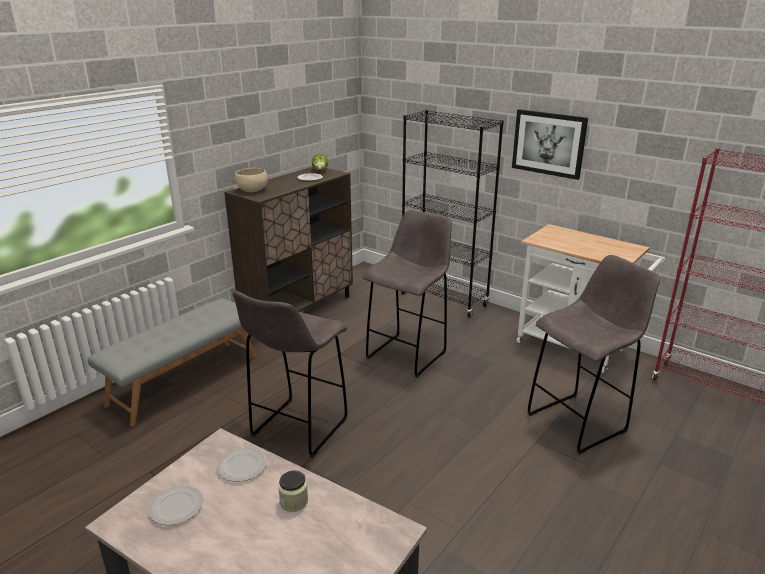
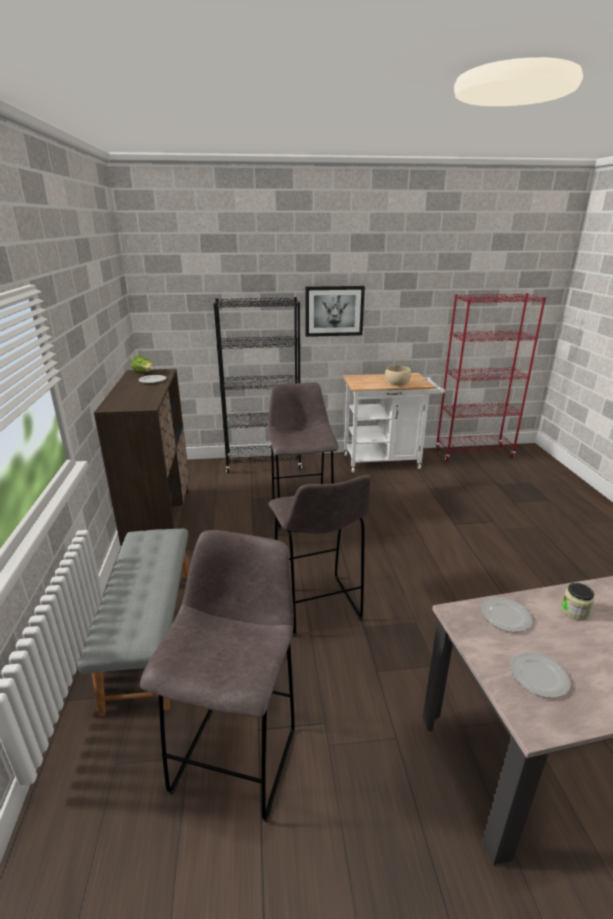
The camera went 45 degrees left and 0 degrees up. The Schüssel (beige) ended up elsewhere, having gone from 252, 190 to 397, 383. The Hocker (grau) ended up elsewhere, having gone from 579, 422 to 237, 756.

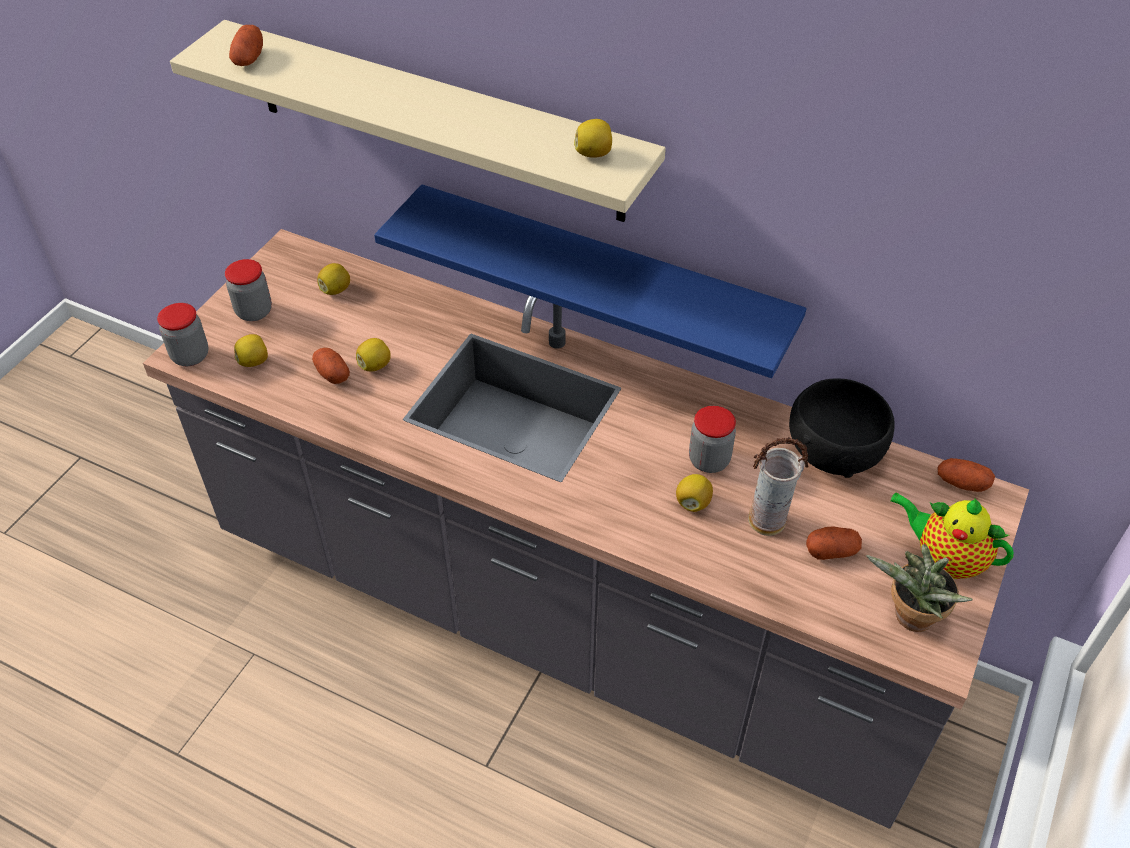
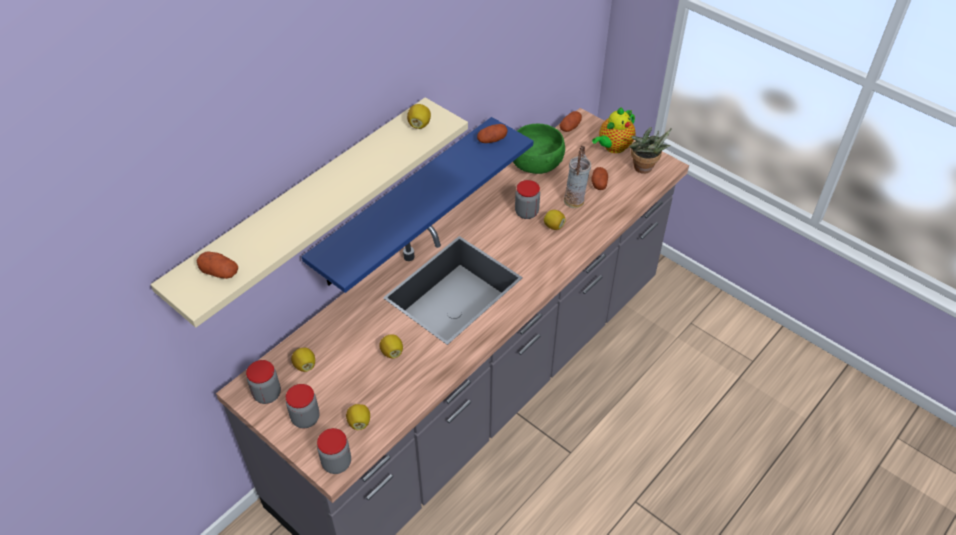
The camera went 75 degrees left and 0 degrees up. The Kartoffel ended up elsewhere, having gone from 332, 374 to 492, 140. What was the Schüssel (schwarz) at 833, 451 turned into the Schüssel (grün) at 535, 164. The second view gained the Vorratsglas at 267, 394.

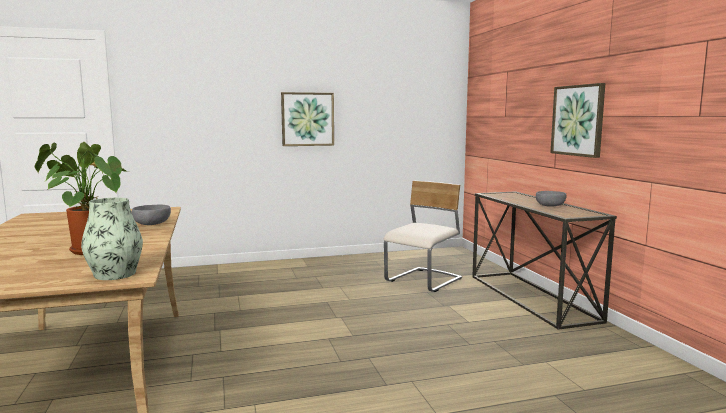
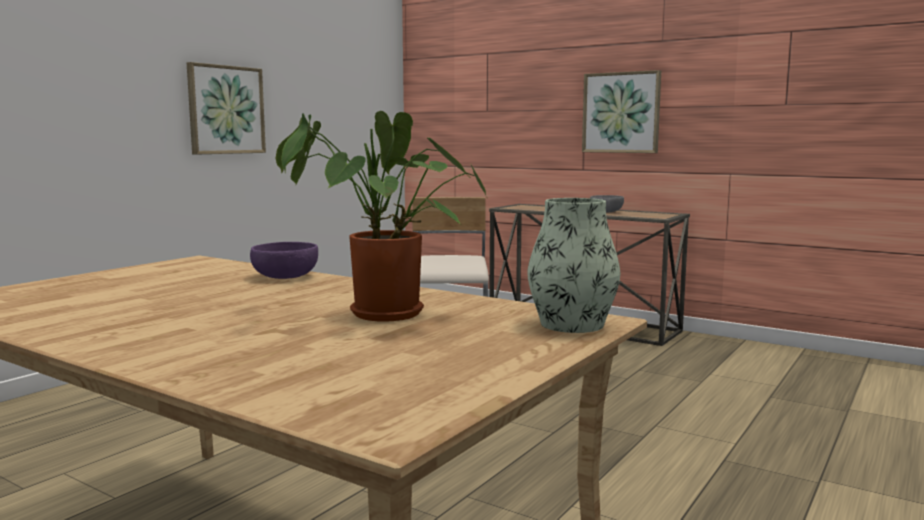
The camera went 40 degrees left and 0 degrees up. What was the Schüssel (grau) at 152, 223 turned into the Schüssel (lila) at 286, 276.

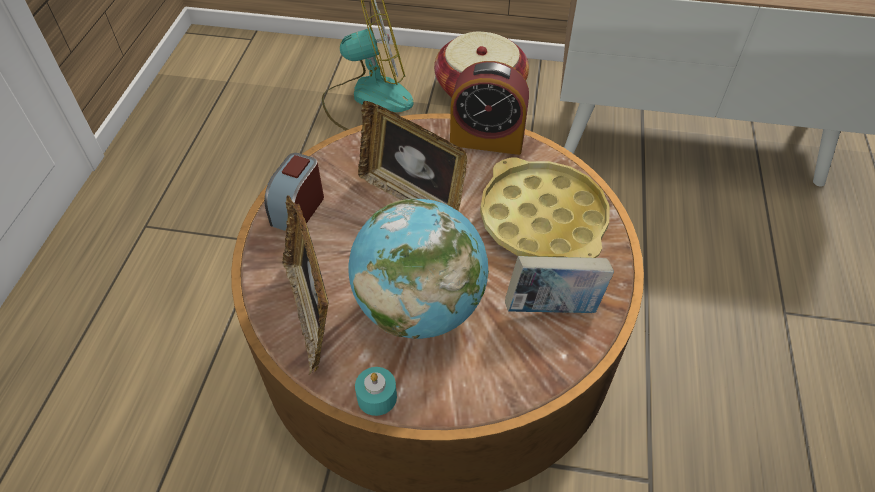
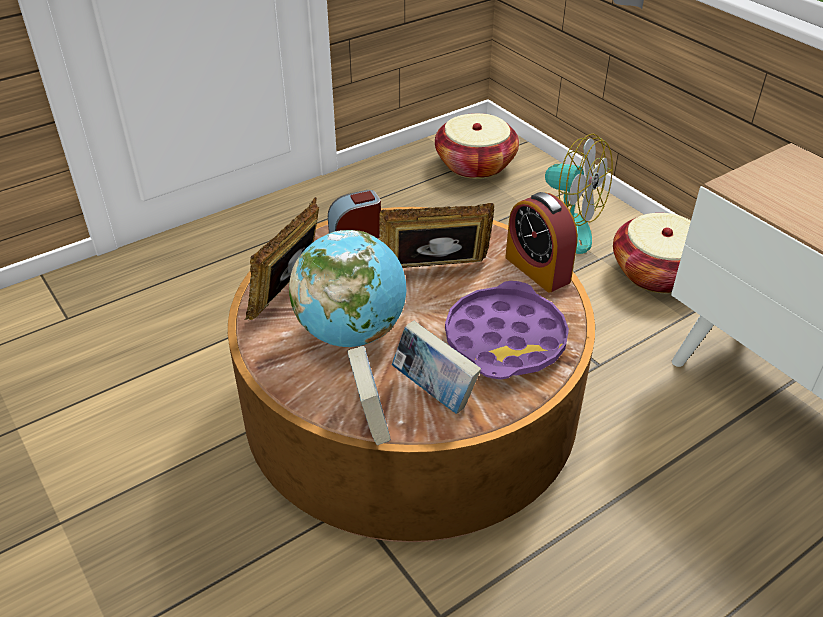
The camera went 45 degrees right and 10 degrees down. The Bilderrahmen at 412, 197 ended up facing another way, 90 degrees clockwise from before. What was the Tablett (gelb) at 542, 219 turned into the Tablett (lila) at 505, 339. The second view lost the Kerze (türkis) at 377, 397. The second view gained the Korb at 475, 164. The second view gained the Buch at 370, 418.

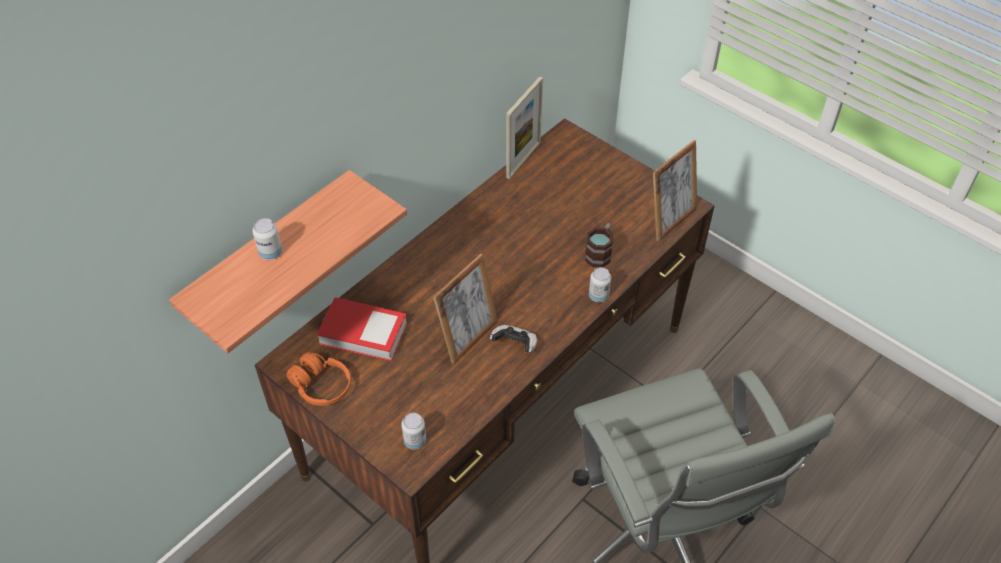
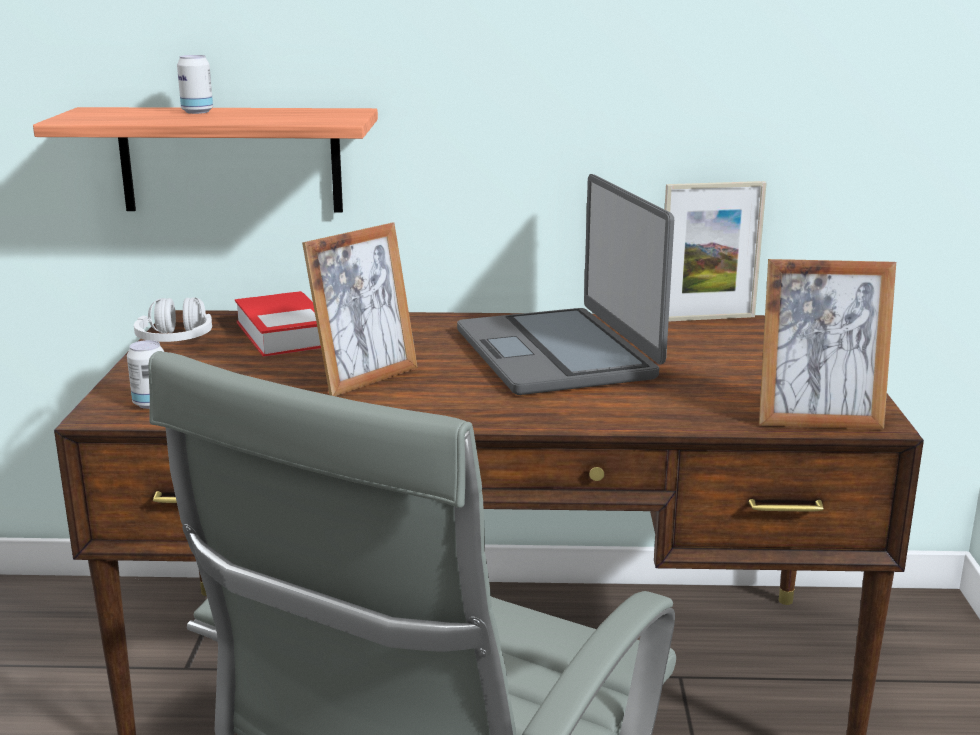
The camera went 50 degrees right and 30 degrees down. The second view lost the Henkelbecher at 600, 253. The Bilderrahmen at 468, 337 ended up facing another way, 45 degrees counterclockwise from before. The second view lost the Dose at 598, 296. The second view lost the Gamepad at 515, 344. What was the Kopfhörer (orange) at 321, 386 turned into the Kopfhörer (weiß) at 176, 340. The second view gained the Laptop at 558, 353.

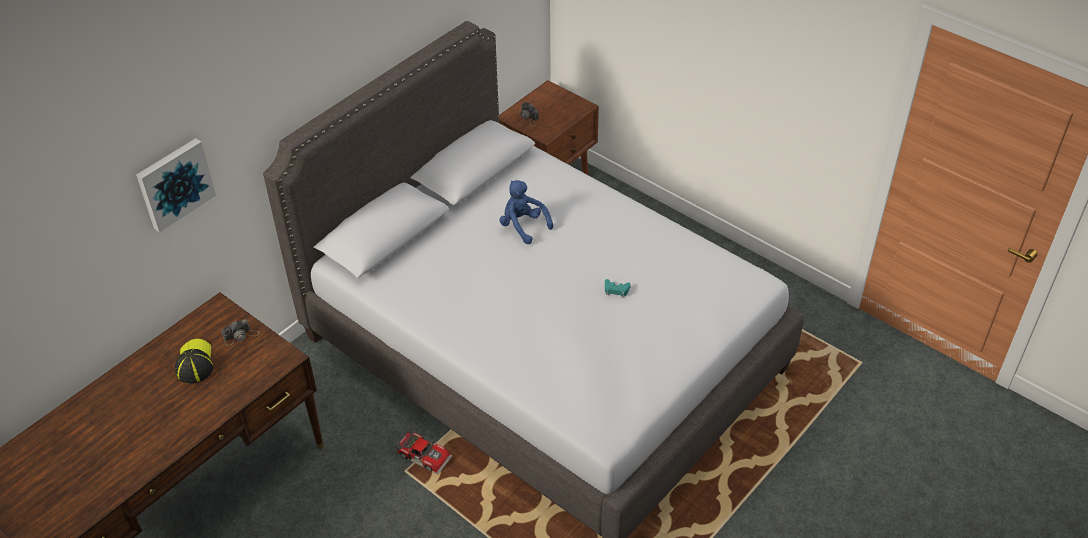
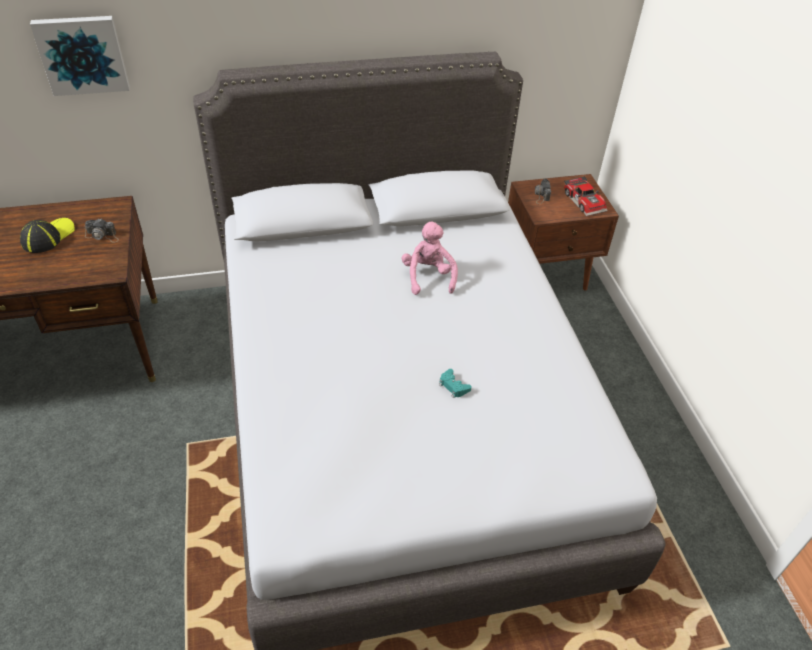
The camera went 35 degrees right and 0 degrees up. What was the Plüschtier (blau) at 523, 226 turned into the Plüschtier (rosa) at 428, 277. The Spielzeugauto ended up elsewhere, having gone from 425, 455 to 585, 201.

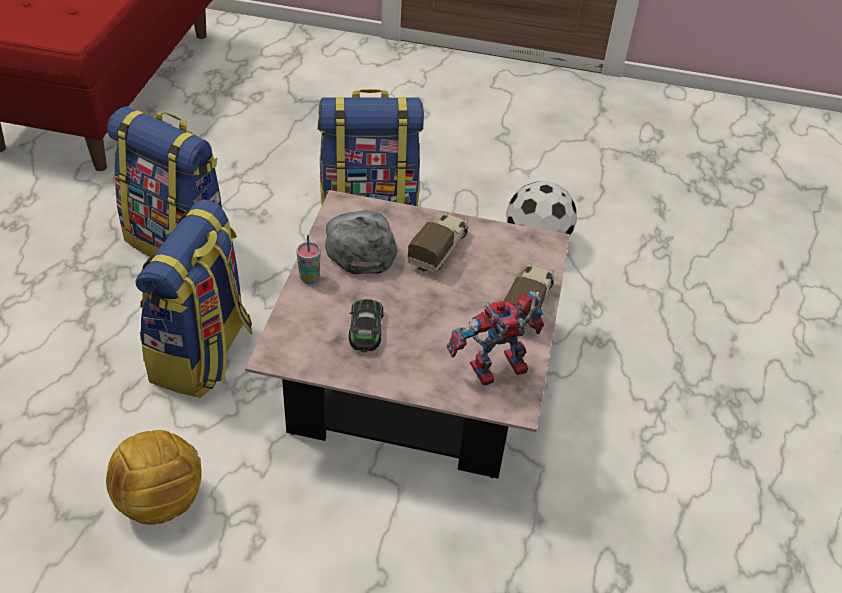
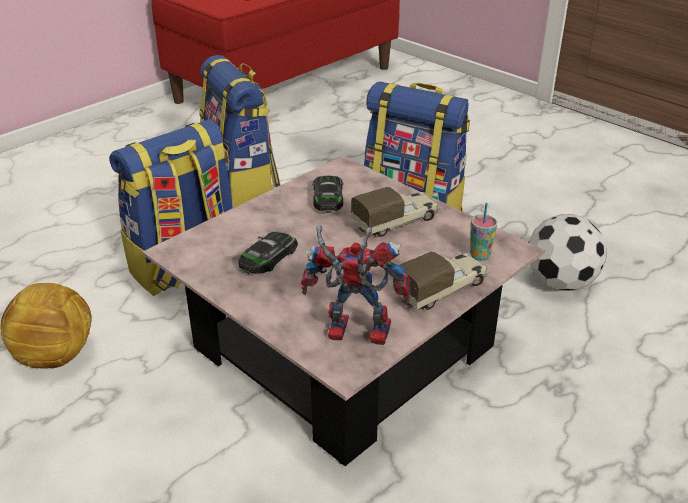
The camera went 35 degrees right and 10 degrees down. Where the Kappe (grau) stood at 360, 245, the Spielzeugauto came to stand at 328, 198. The Tasse ended up elsewhere, having gone from 309, 278 to 480, 256.

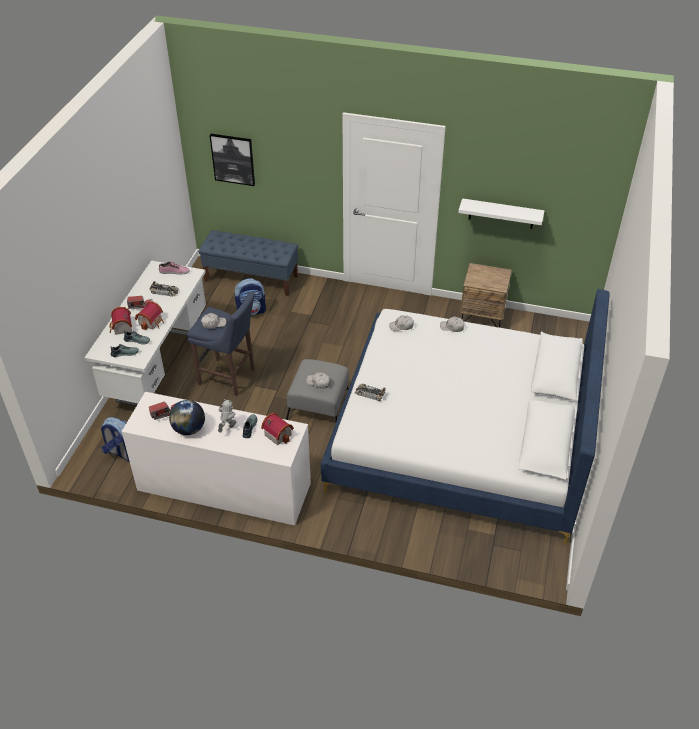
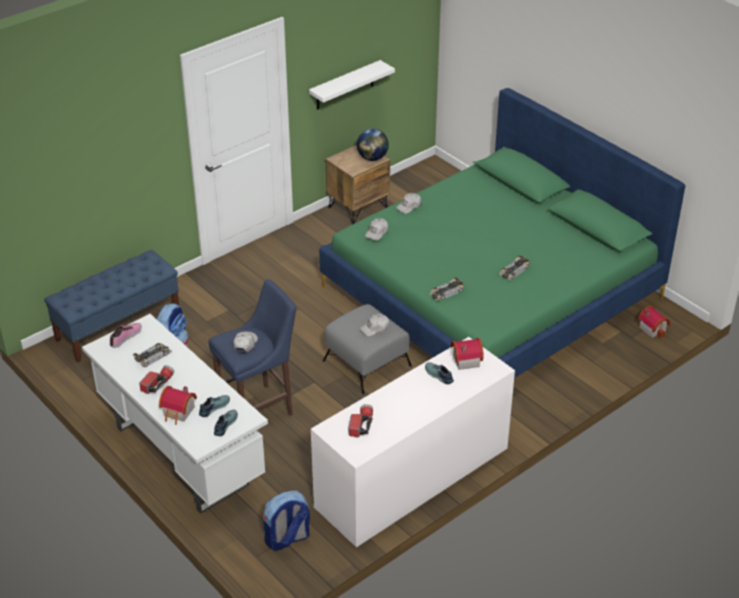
The camera went 55 degrees left and 5 degrees down. The second view lost the Bild at 233, 159. What was the Bett (weiß) at 462, 434 turned into the Bett (grün) at 492, 292. The Spielzeughaus ended up elsewhere, having gone from 152, 322 to 653, 328. The second view lost the Spielzeugroboter at 227, 428. The Globus ended up elsewhere, having gone from 189, 429 to 372, 158. The second view gained the Spielzeugauto at 513, 271.

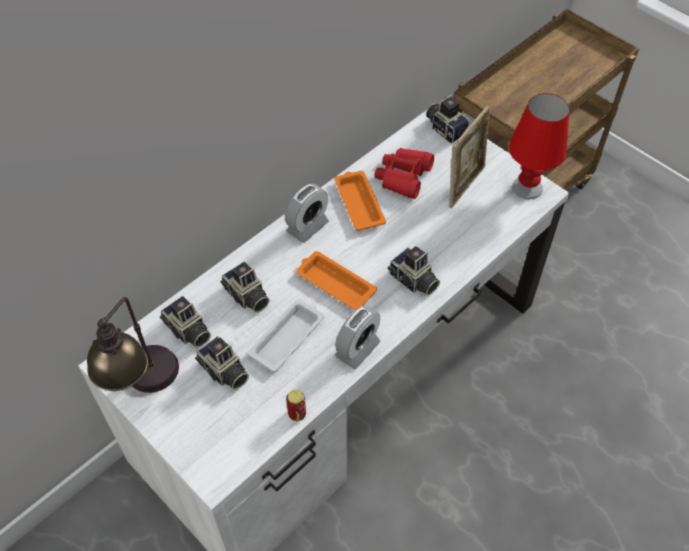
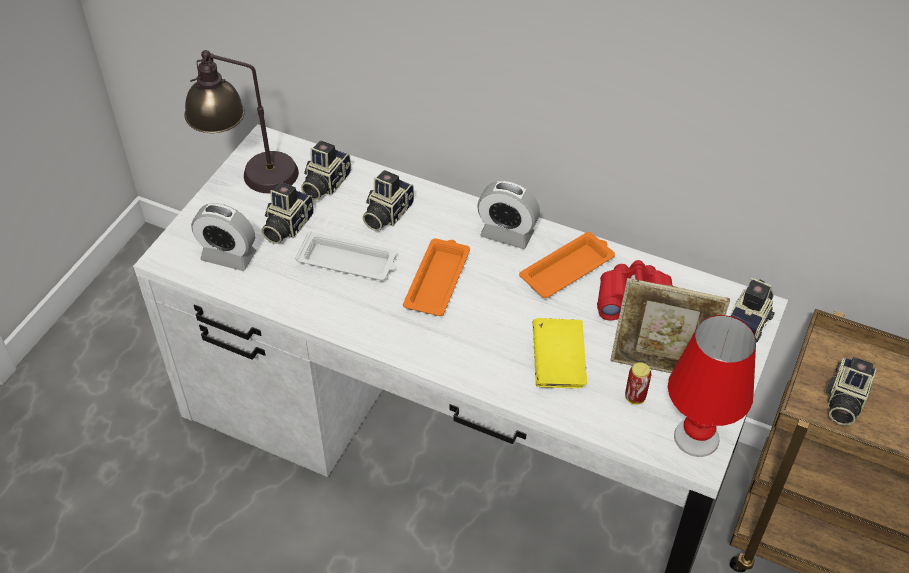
The camera went 70 degrees right and 5 degrees down. The Kamera ended up elsewhere, having gone from 413, 281 to 843, 401. The Wecker ended up elsewhere, having gone from 357, 349 to 228, 256. The Dose ended up elsewhere, having gone from 297, 414 to 635, 397. The second view gained the Buch (gelb) at 558, 364.

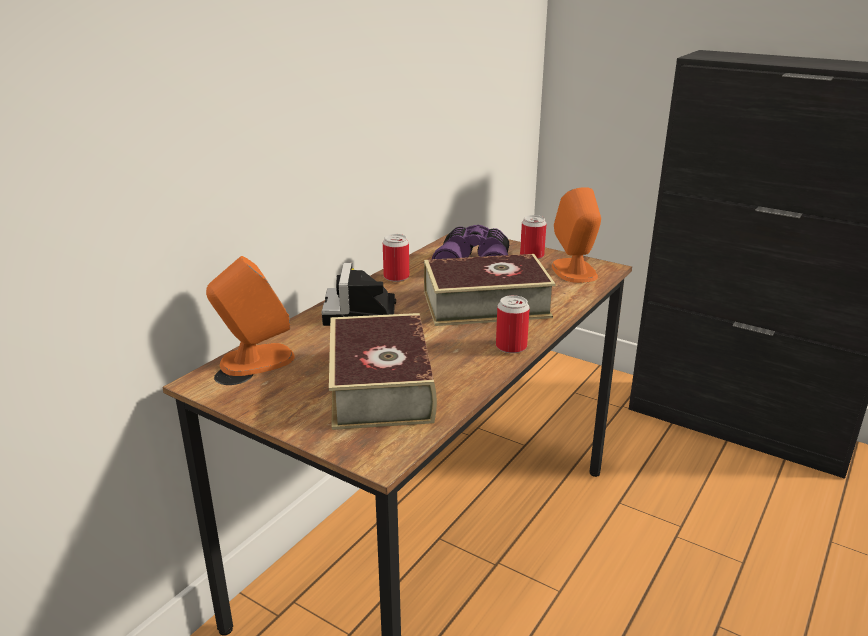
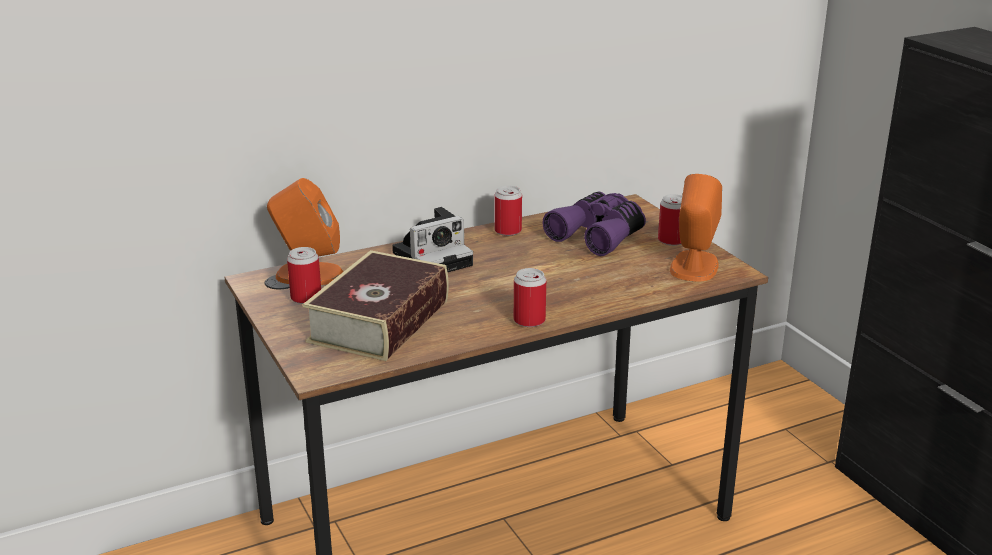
The camera went 30 degrees right and 0 degrees up. The second view lost the Buch at 486, 304. The Kamera at 360, 314 ended up facing another way, 150 degrees counterclockwise from before. The second view gained the Dose at 306, 298.

